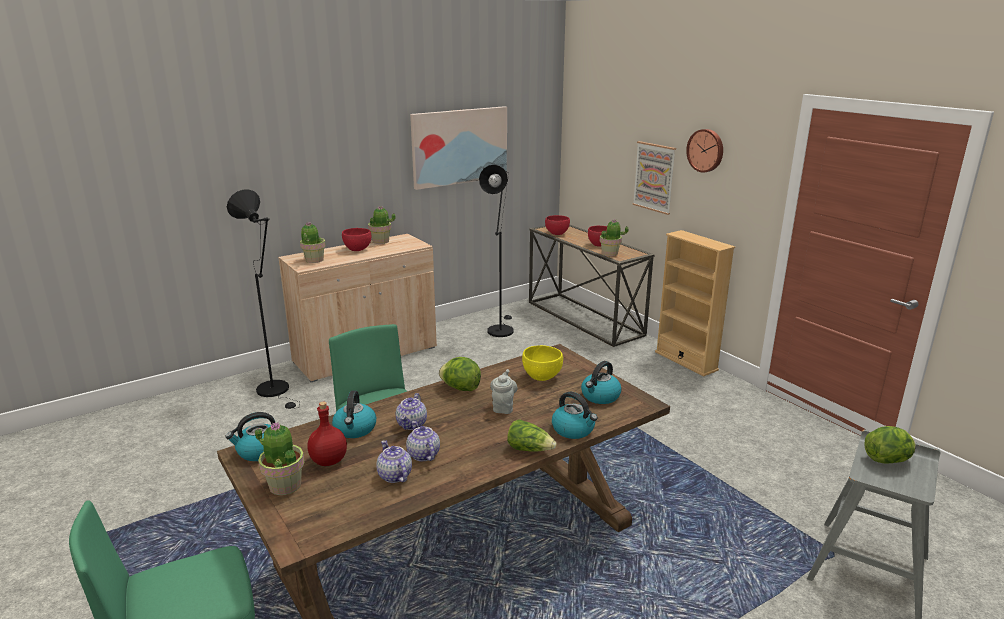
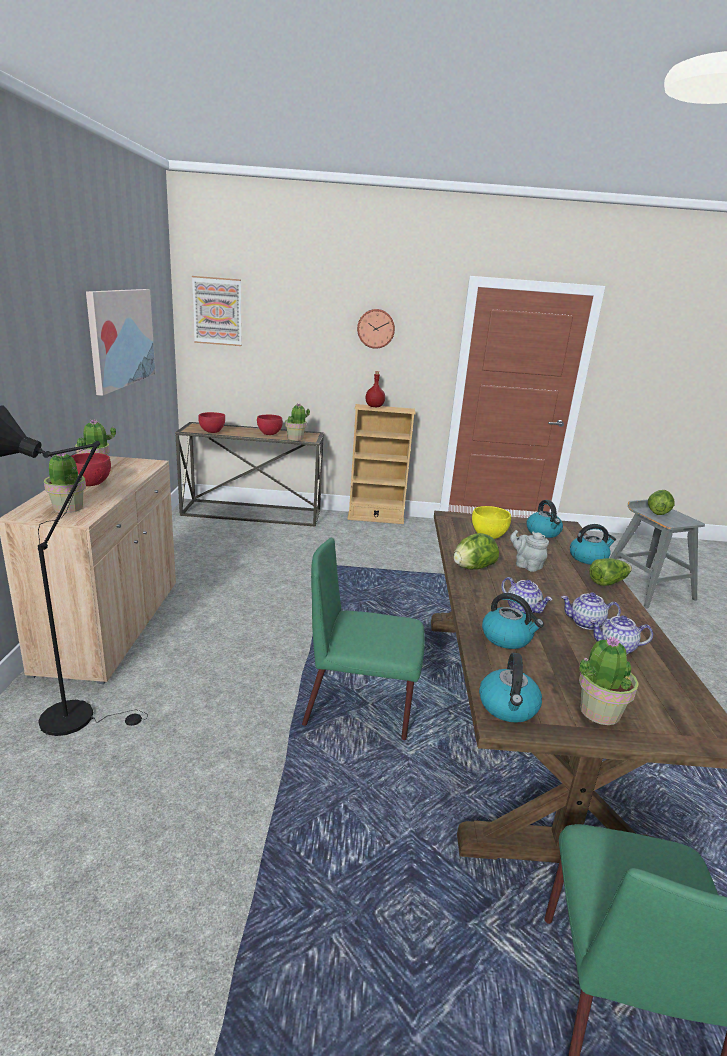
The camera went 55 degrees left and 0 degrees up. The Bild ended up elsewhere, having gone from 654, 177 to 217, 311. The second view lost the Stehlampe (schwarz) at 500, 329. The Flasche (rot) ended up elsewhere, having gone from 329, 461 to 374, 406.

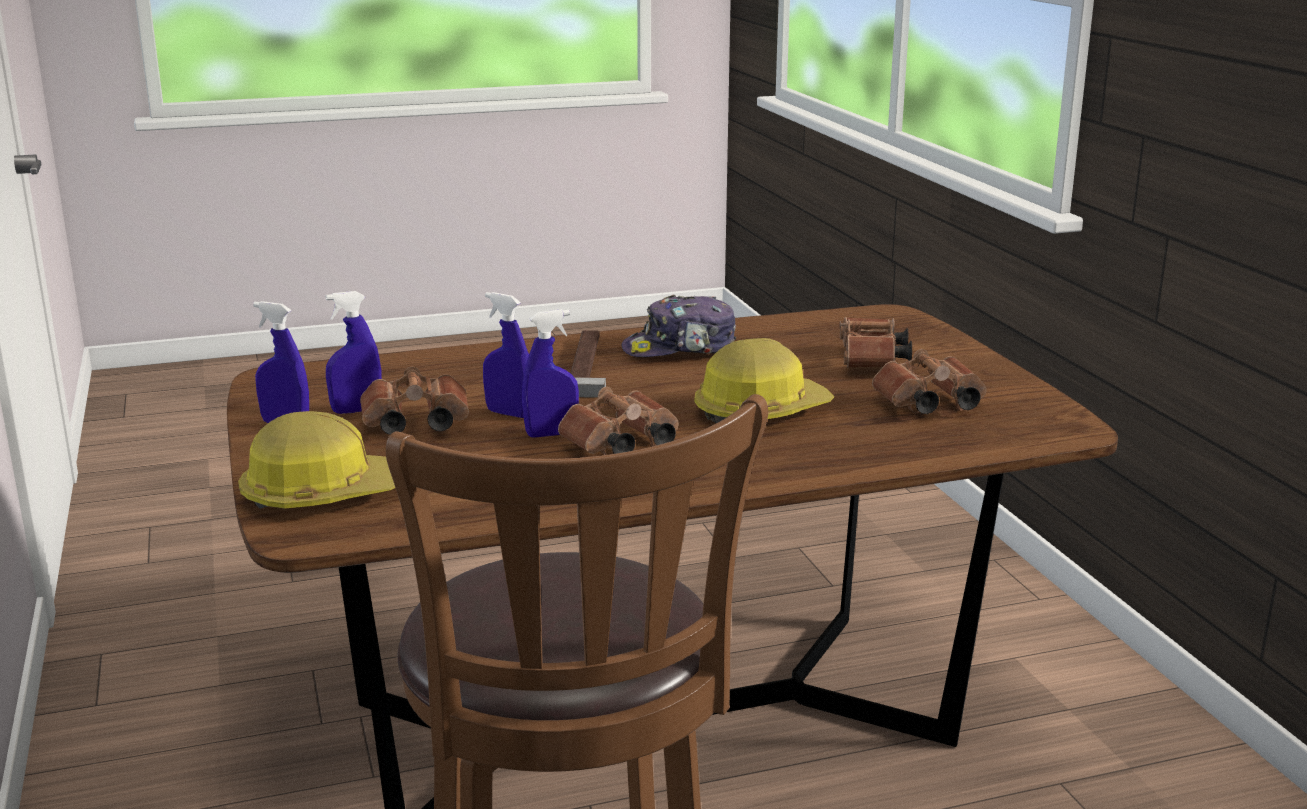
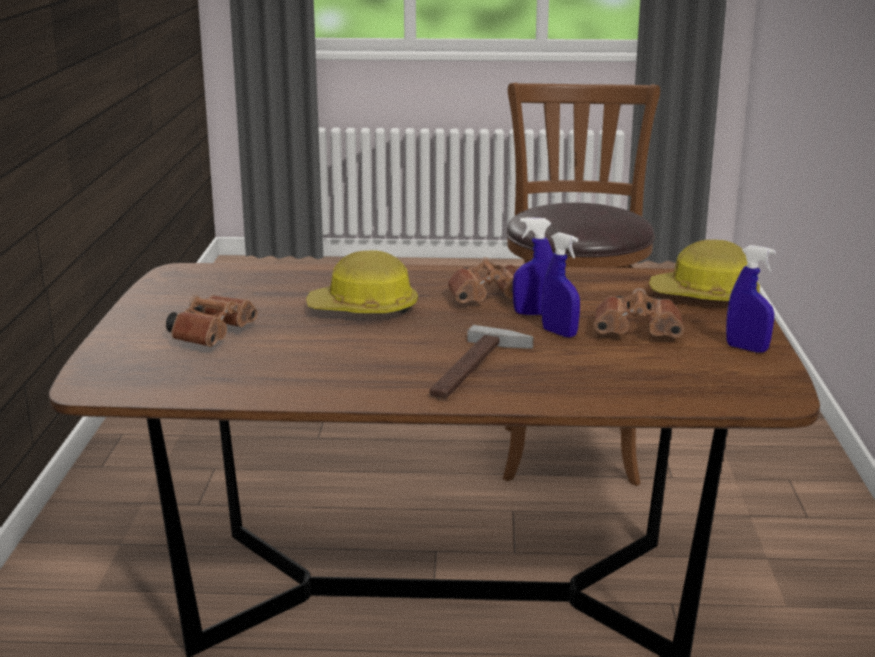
The camera went 160 degrees left and 0 degrees up. The second view lost the Sprühflasche (blau) at 356, 410. The second view lost the Kappe at 680, 348. The second view lost the Fernglas (braun) at 927, 405.

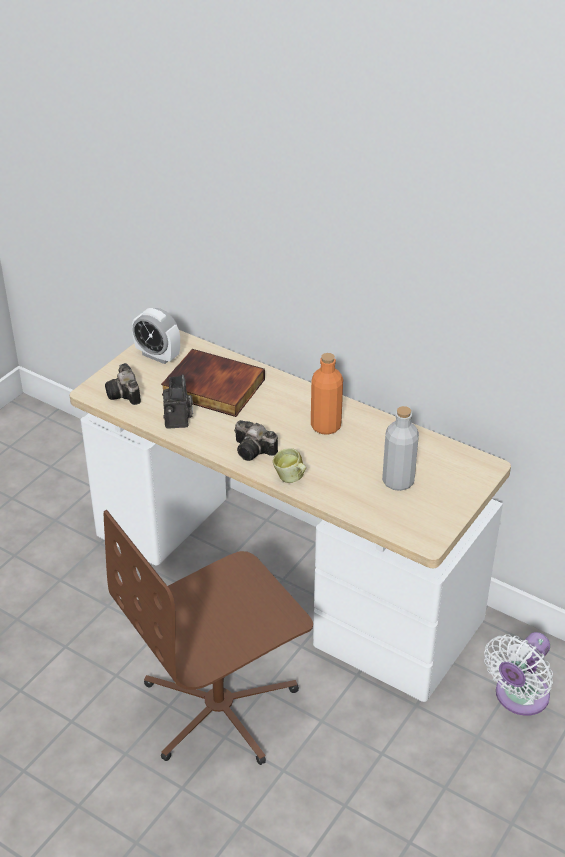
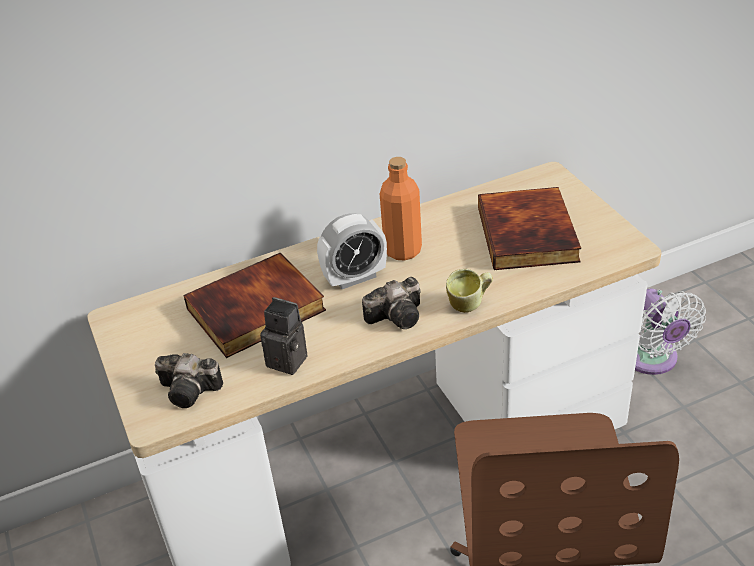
The camera went 55 degrees left and 0 degrees up. The Wecker ended up elsewhere, having gone from 157, 356 to 355, 278. Where the Flasche (grau) stood at 398, 481, the Buch came to stand at 529, 234.

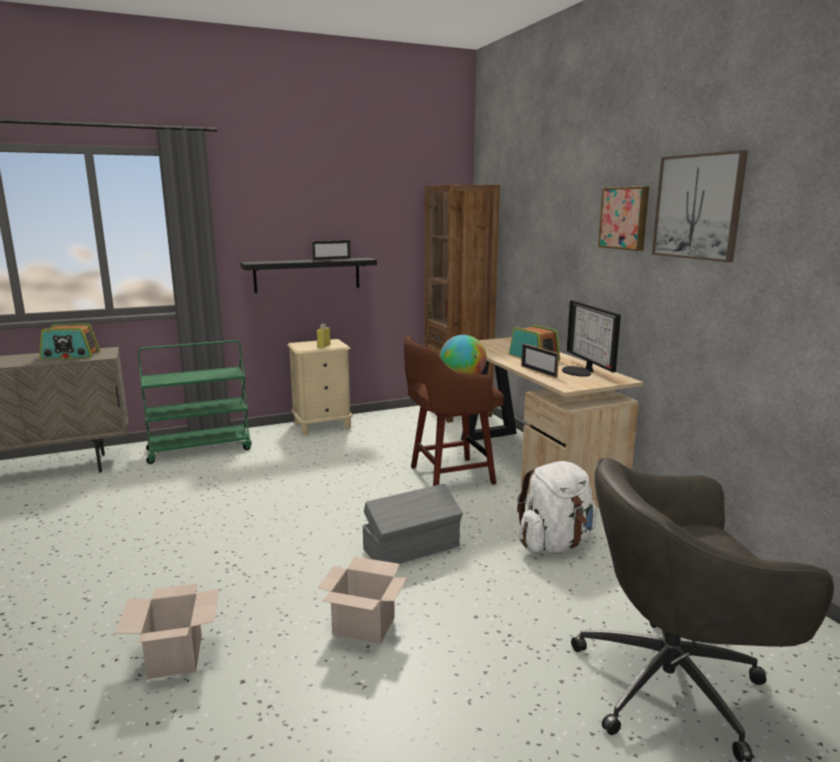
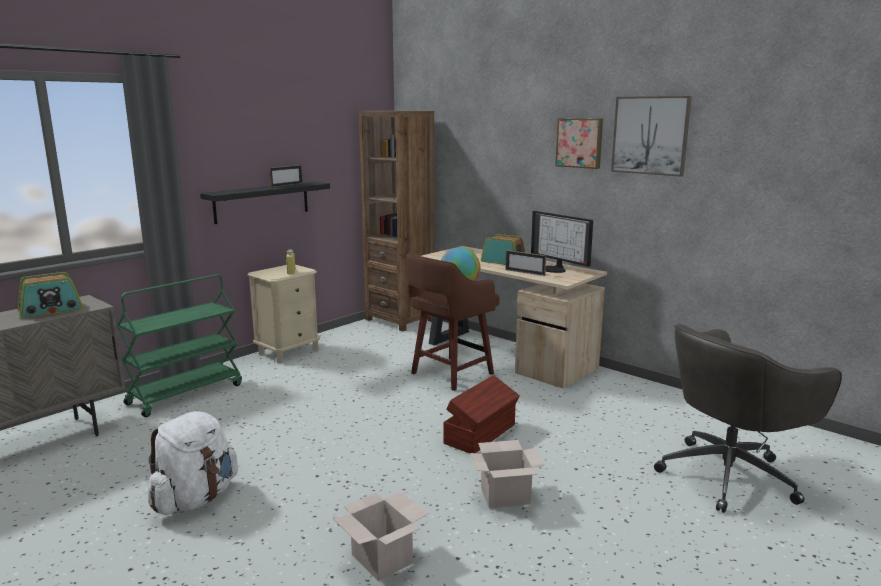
The camera went 25 degrees left and 0 degrees up. The Rucksack (weiß) ended up elsewhere, having gone from 555, 543 to 196, 499. What was the Aufbewahrungsbox (grau) at 413, 548 turned into the Aufbewahrungsbox (braun) at 481, 434.

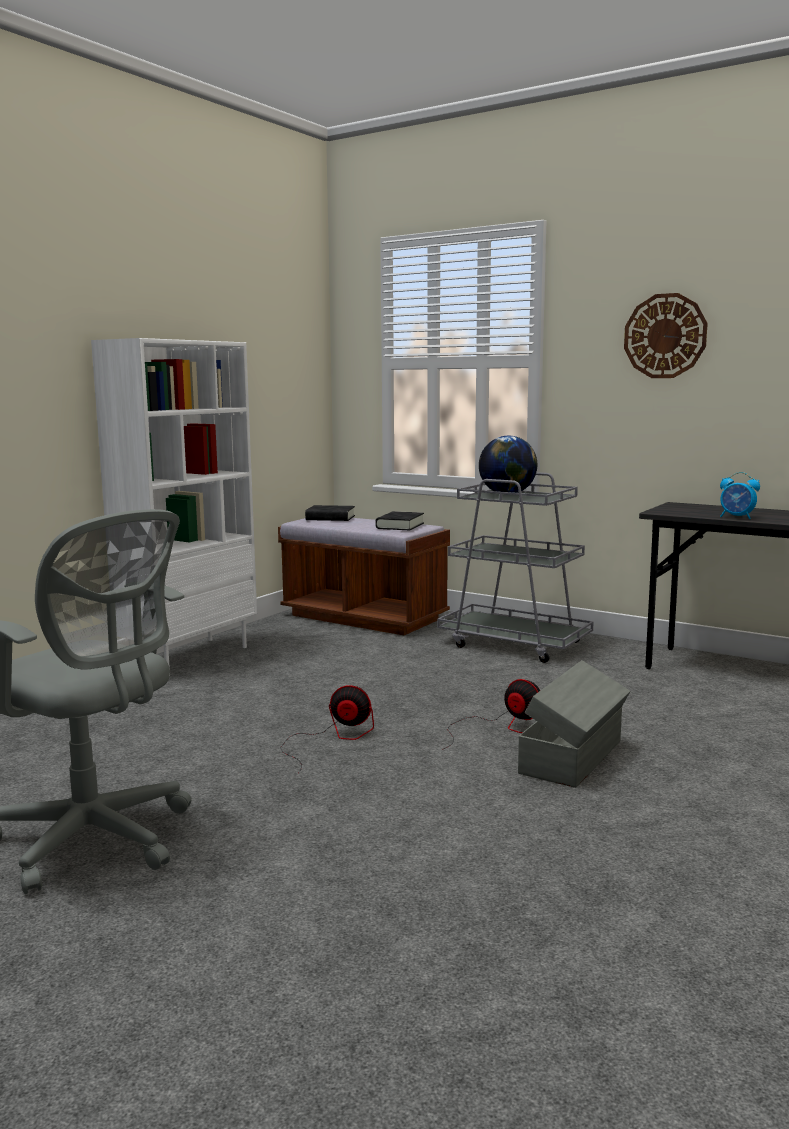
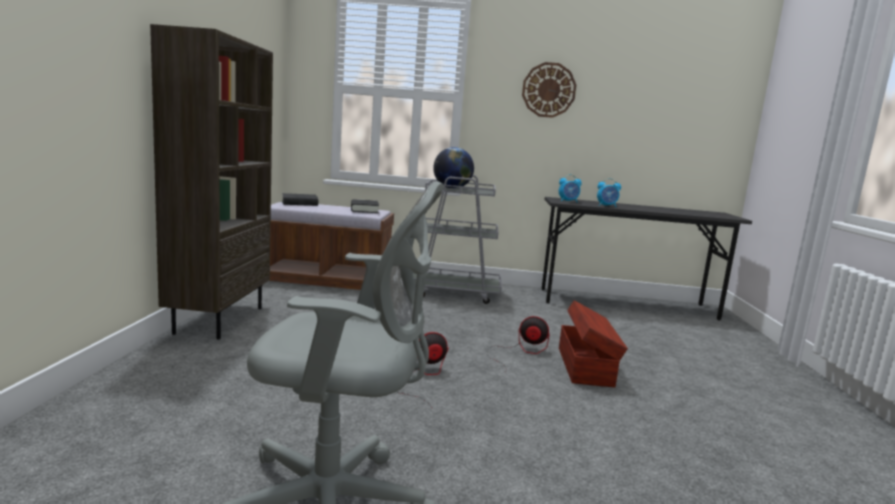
The camera went 30 degrees left and 0 degrees up. What was the Bücherregal (weiß) at 190, 656 turned into the Bücherregal (braun) at 219, 320. What was the Aufbewahrungsbox (grau) at 573, 757 turned into the Aufbewahrungsbox (braun) at 586, 366. The second view gained the Wecker at 568, 201.

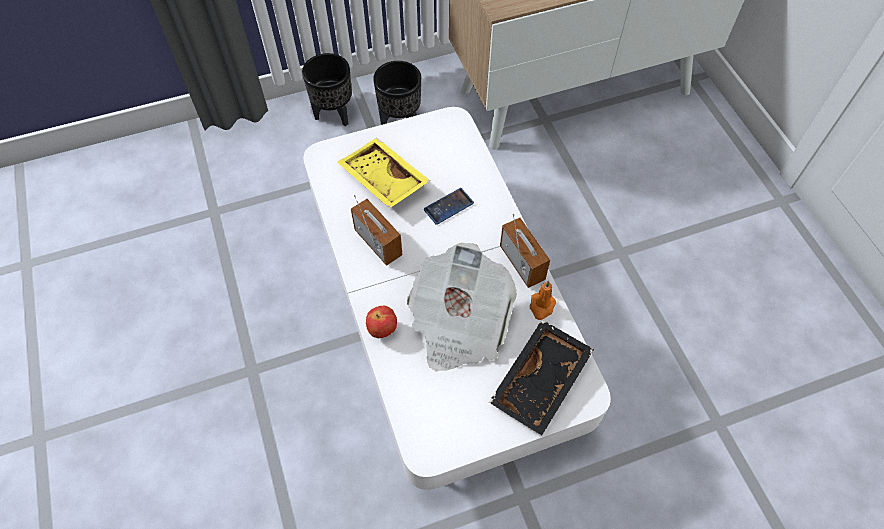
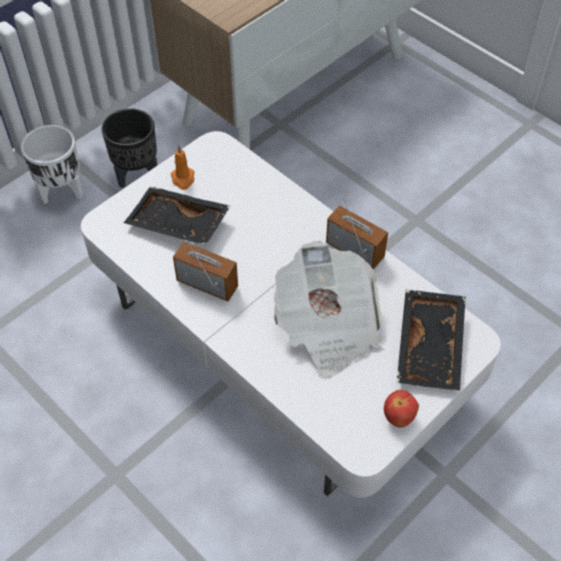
The camera went 25 degrees left and 5 degrees down. What was the Pflanzkübel (schwarz) at 333, 114 turned into the Pflanzkübel (weiß) at 61, 192. What was the Tablett (gelb) at 382, 180 turned into the Tablett (schwarz) at 177, 225. The second view lost the Handy at 448, 206. The Kerze (orange) ended up elsewhere, having gone from 541, 306 to 183, 179. The Apfel ended up elsewhere, having gone from 382, 330 to 398, 418.

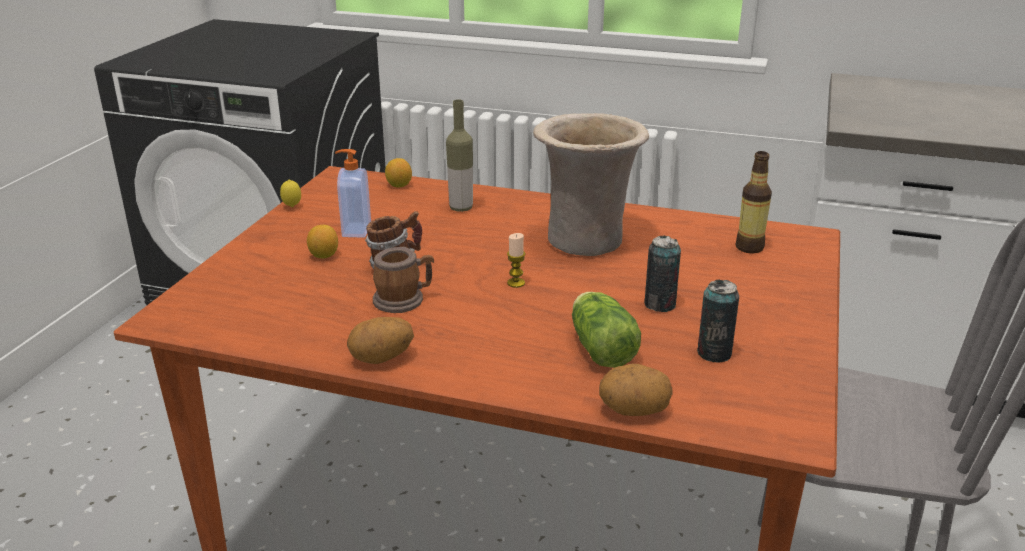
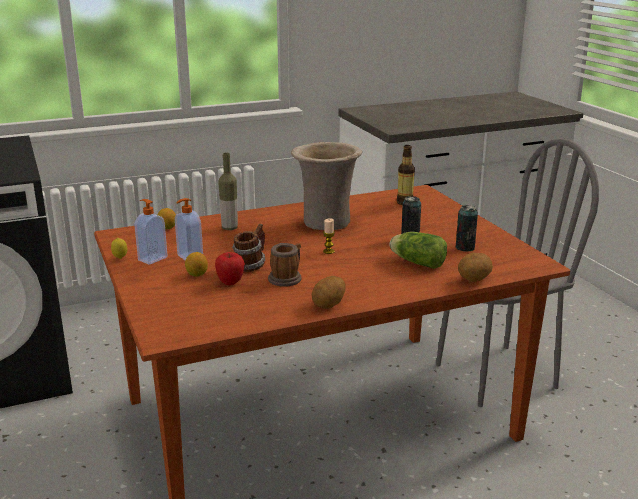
The camera went 40 degrees left and 5 degrees down. The second view gained the Seifenspender at 152, 258. The second view gained the Apfel at 230, 282.

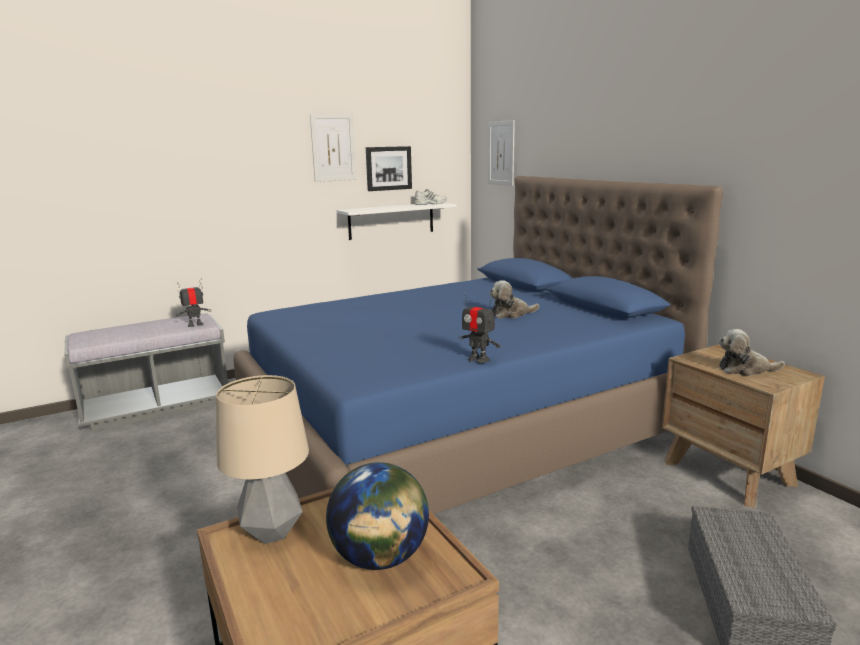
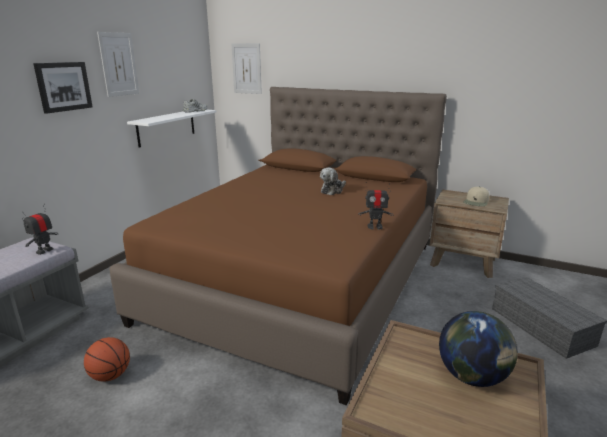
The camera went 35 degrees left and 5 degrees up. The Bild ended up elsewhere, having gone from 388, 168 to 63, 86. What was the Bett (blau) at 458, 428 turned into the Bett (braun) at 300, 280. Where the Plüschtier stood at 745, 369, the Kappe (beige) came to stand at 476, 201. The second view lost the Tischlampe at 272, 532. The second view gained the Basketball at 110, 375.

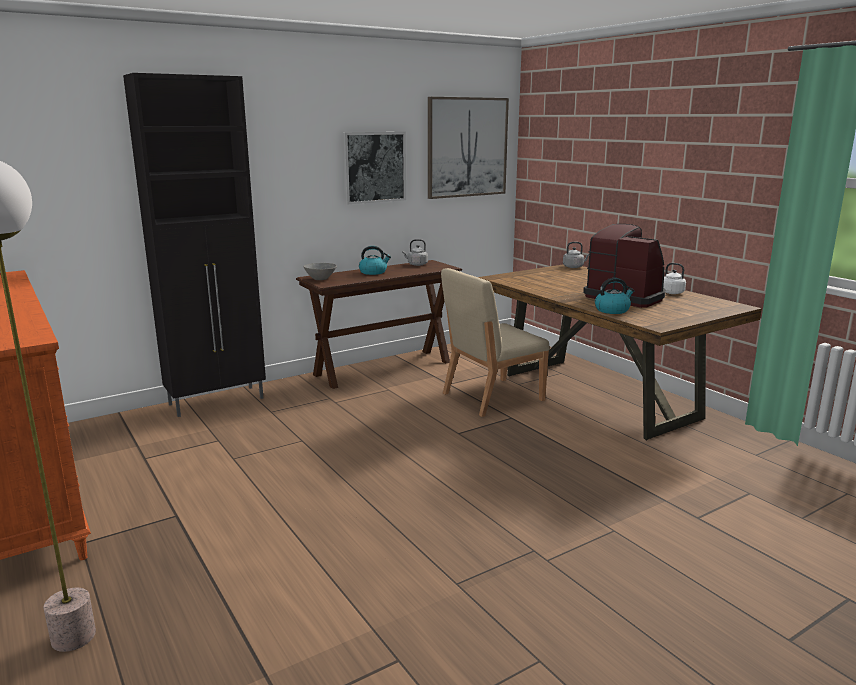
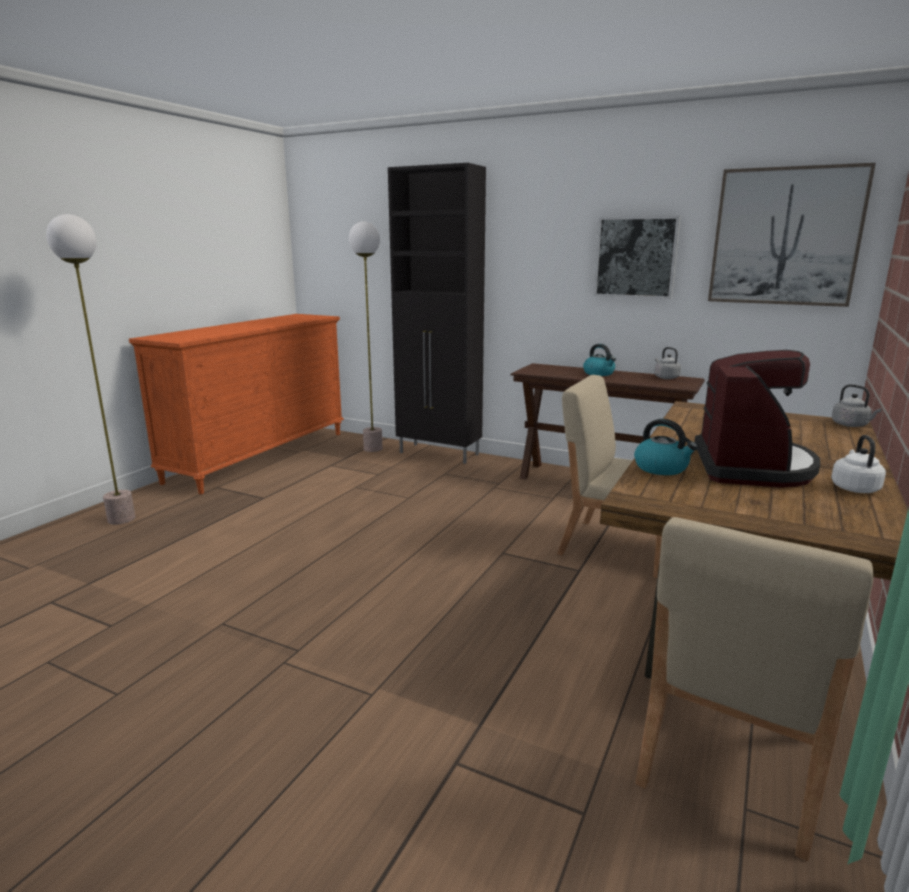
The camera went 60 degrees right and 0 degrees up. The second view lost the Schüssel (grau) at 321, 279. The second view gained the Stehlampe at 373, 448. The second view gained the Stuhl (beige) at 731, 761.

